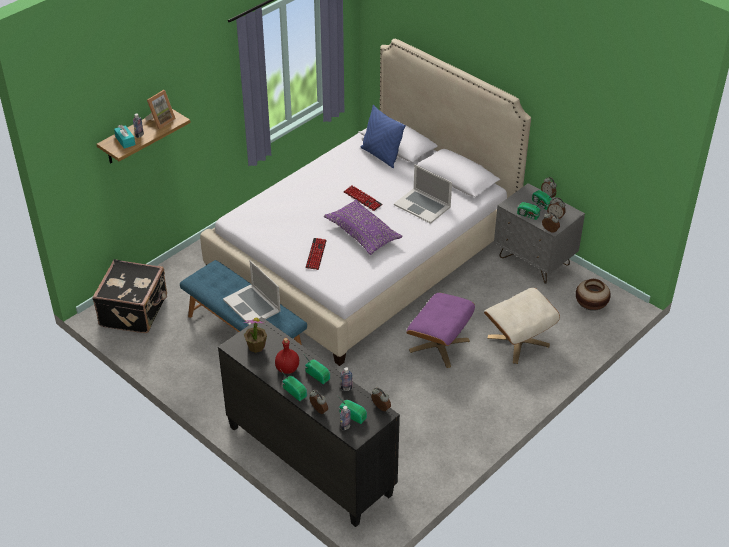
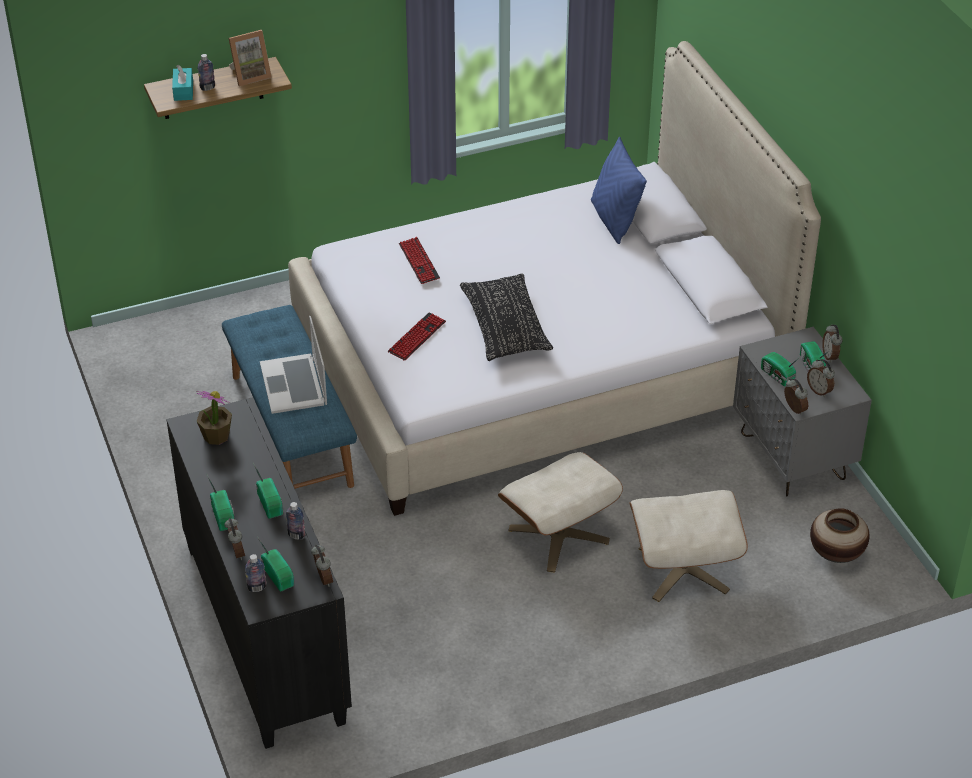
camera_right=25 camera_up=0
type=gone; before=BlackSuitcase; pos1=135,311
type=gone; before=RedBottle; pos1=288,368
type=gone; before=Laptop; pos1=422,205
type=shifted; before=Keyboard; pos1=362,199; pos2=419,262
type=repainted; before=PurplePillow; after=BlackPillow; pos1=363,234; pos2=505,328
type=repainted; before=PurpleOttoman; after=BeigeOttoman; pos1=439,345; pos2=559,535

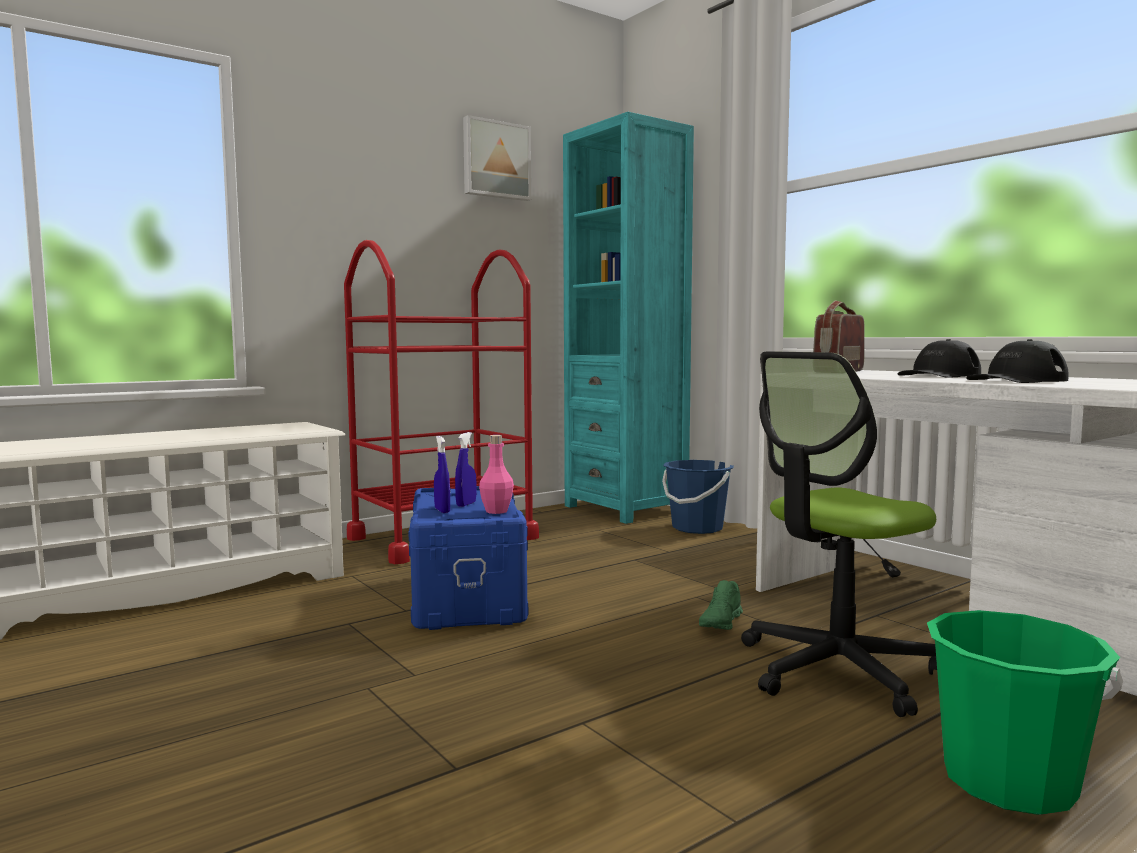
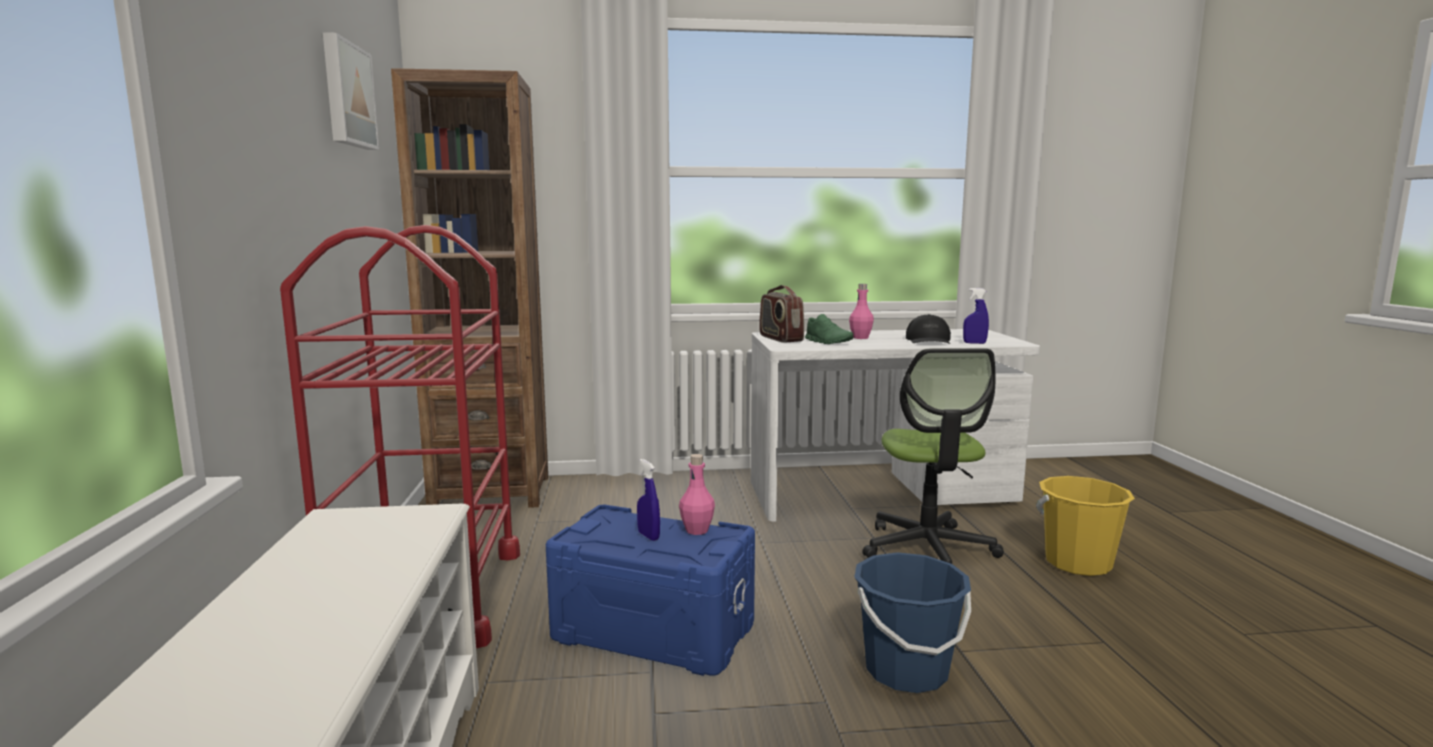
camera_right=-60 camera_up=5
type=shifted; before=BlueSprayBottle; pos1=442,510; pos2=974,343
type=shifted; before=BlueBucket; pos1=697,528; pos2=906,671
type=shifted; before=GreenShoe; pos1=721,623; pos2=828,342
type=swapped; before=BlackCap; after=PinkBottle; pos1=939,375; pos2=860,338
type=repainted; before=TurquoiseBookcase; after=BrownBookcase; pos1=625,509; pos2=491,493
type=repainted; before=GreenBucket; after=YellowBucket; pos1=1009,782; pos2=1077,563

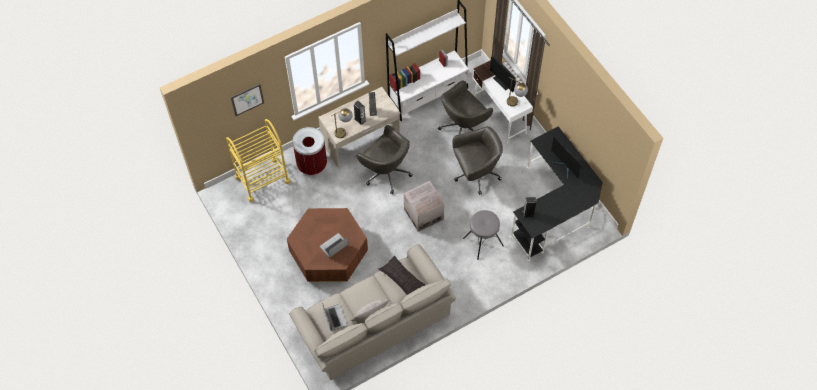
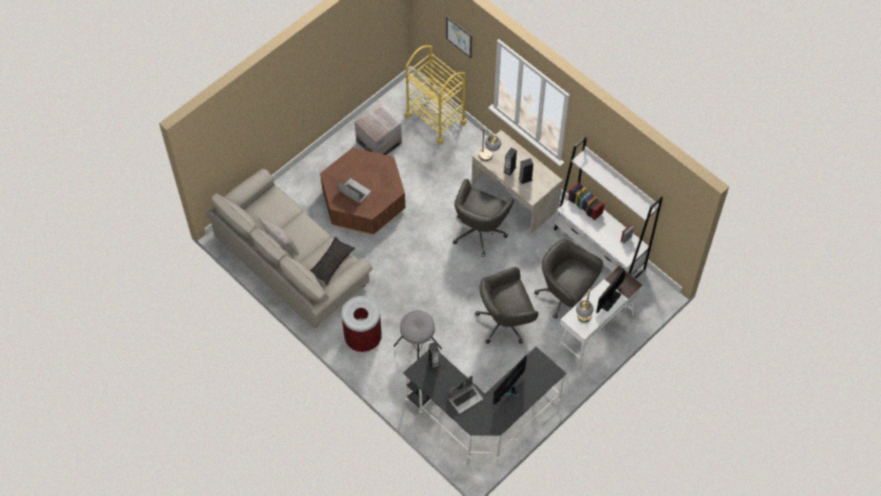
camera_right=75 camera_up=0
type=shifted; before=TrashCan; pos1=312,164; pos2=363,338
type=shifted; before=Laptop; pos1=334,317; pos2=465,398
type=shifted; before=CardboardBox; pos1=423,214; pos2=379,142
type=rotated; before=GreyOfficeChair; pos1=476,174; pos2=505,321; turn=105

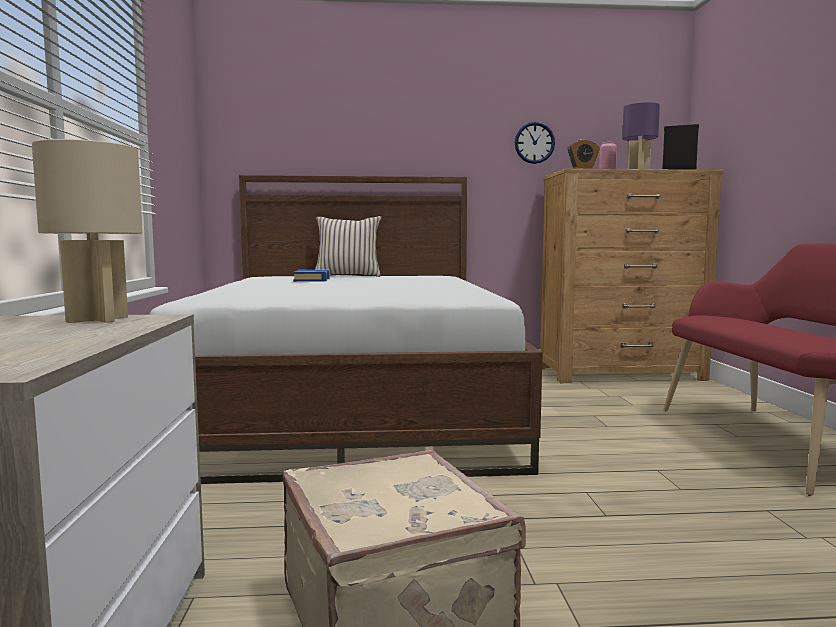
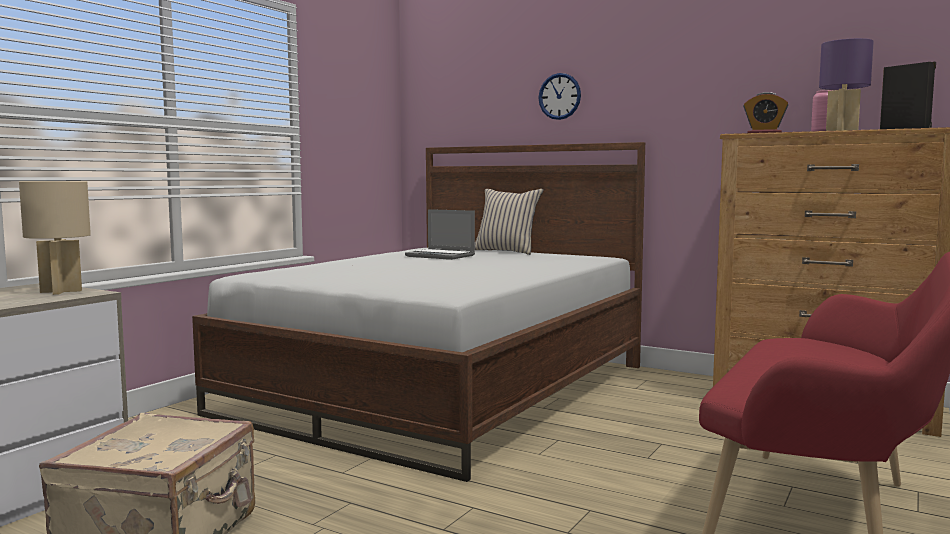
camera_right=35 camera_up=0
type=shifted; before=WallClock; pos1=534,143; pos2=559,96
type=swapped; before=BlueBook; after=Laptop; pos1=312,280; pos2=441,256

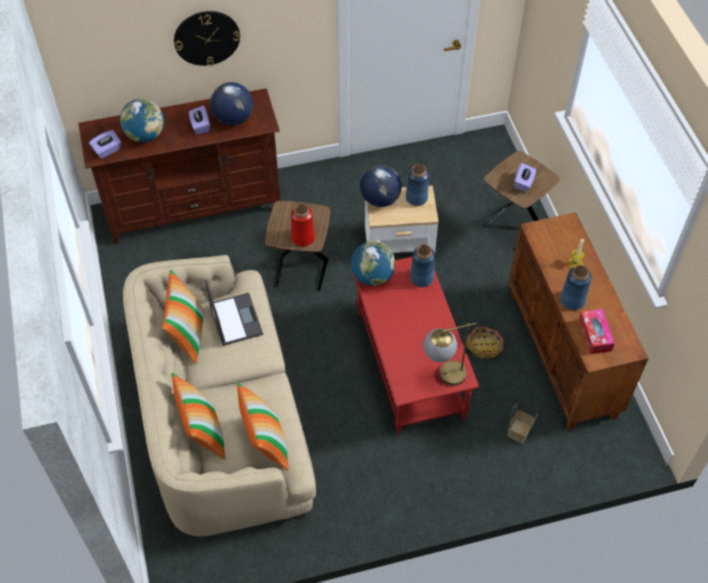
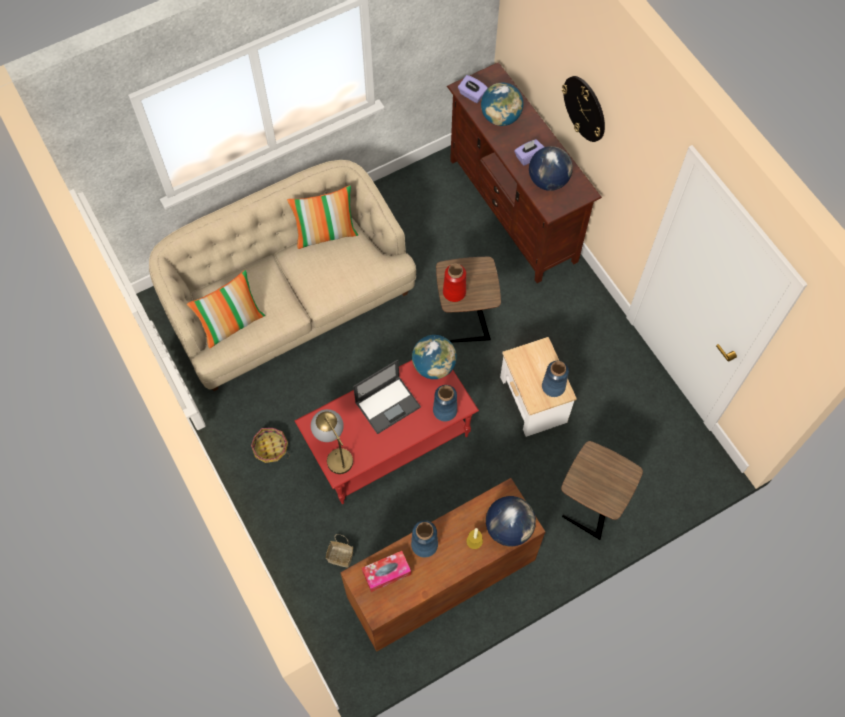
camera_right=75 camera_up=10
type=gone; before=Pillow; pos1=203,432
type=gone; before=PurpleTissueBox; pos1=523,183
type=shifted; before=Laptop; pos1=235,319; pos2=388,404
type=shifted; before=Globe; pos1=380,199; pos2=509,528
type=shifted; before=Basket; pos1=485,346; pos2=270,448

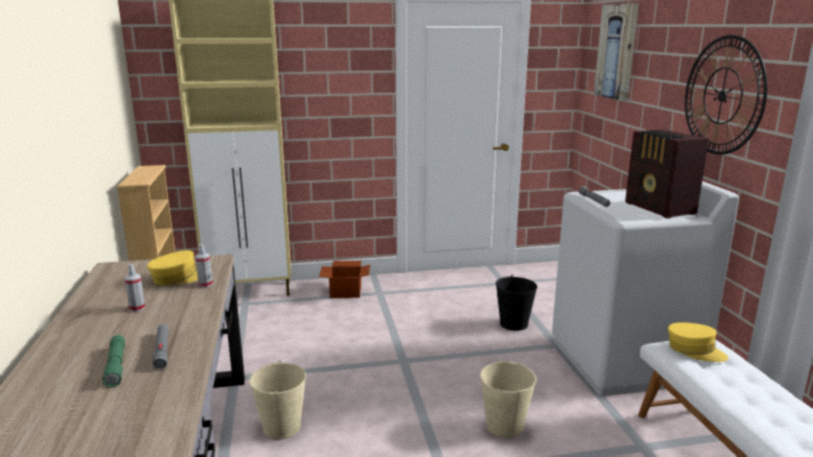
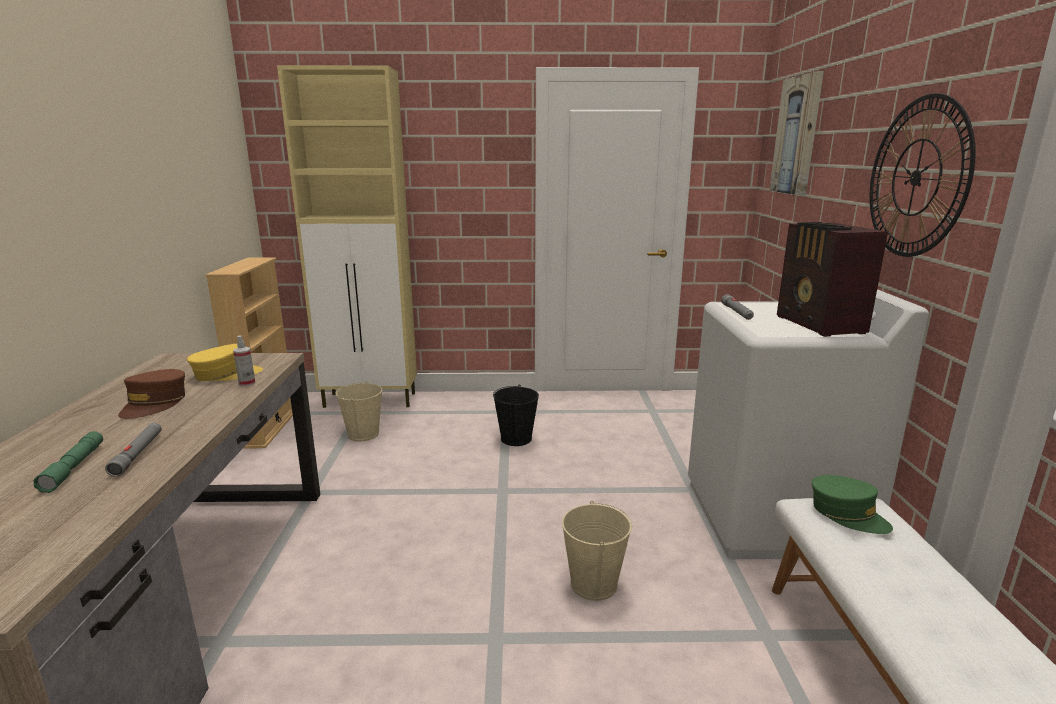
camera_right=10 camera_up=0
type=gone; before=CardboardBox; pos1=346,291
type=shifted; before=BeigeBucket; pos1=282,427; pos2=363,434
type=shifted; before=BlackBucket; pos1=514,324; pos2=516,438
type=swapped; before=SprayBottle; after=BrownCap; pos1=137,308; pos2=155,403
type=repainted; before=YellowCap; after=GreenCap; pos1=695,350; pos2=847,514

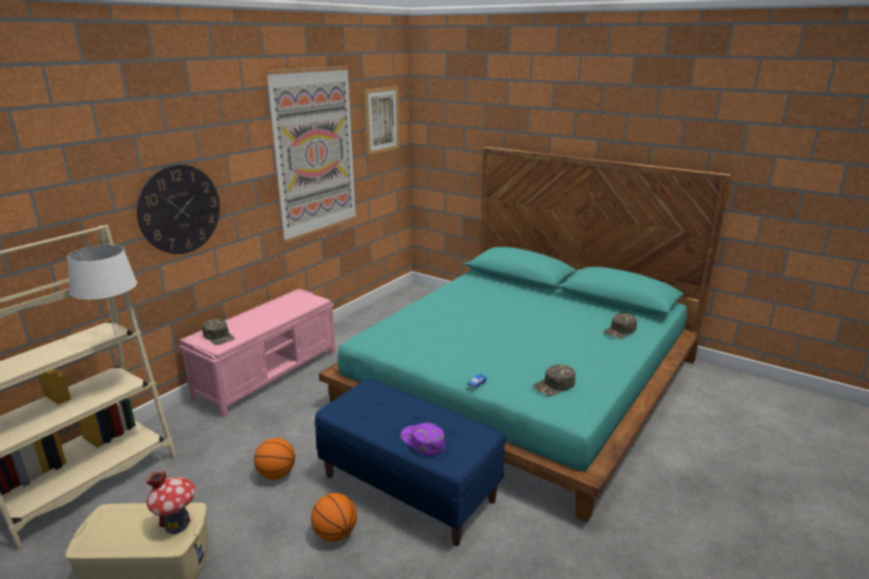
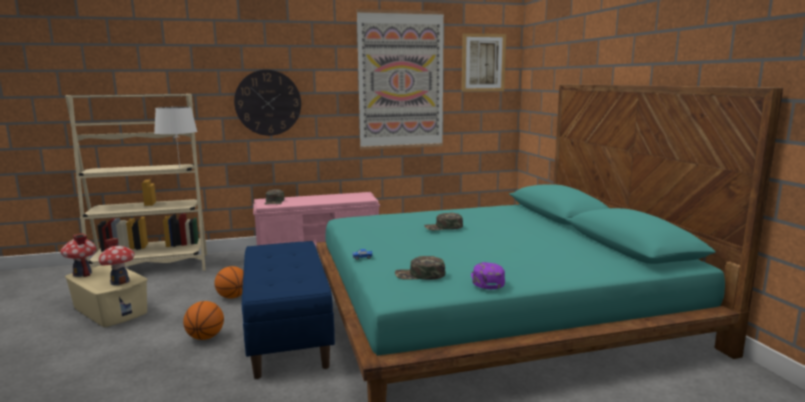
camera_right=40 camera_up=-10
type=new; after=ToyHouse; pos2=82,273
type=shifted; before=PurpleCap; pos1=422,441; pos2=486,280
type=shifted; before=GreenCap; pos1=620,330; pos2=443,227

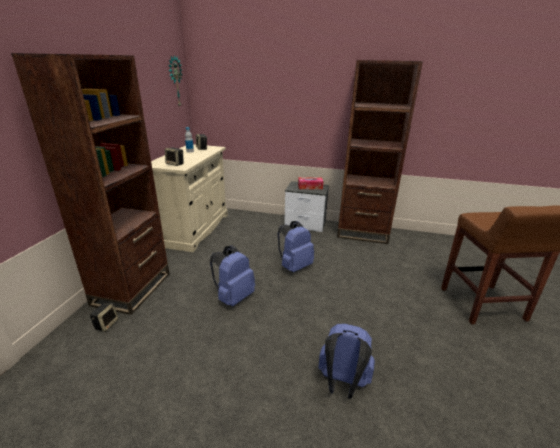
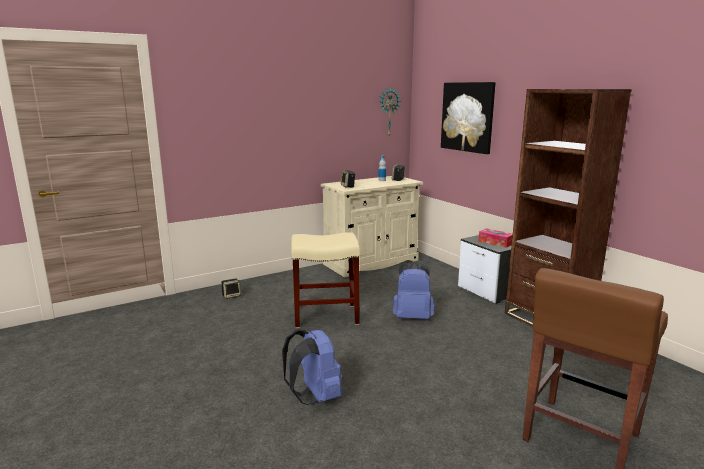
camera_right=45 camera_up=-10
type=gone; before=BrownBookcase; pos1=132,289
type=new; after=Picture; pos2=468,117
type=swapped; before=BlueBackpack; after=BeigeStool; pos1=233,297; pos2=326,315

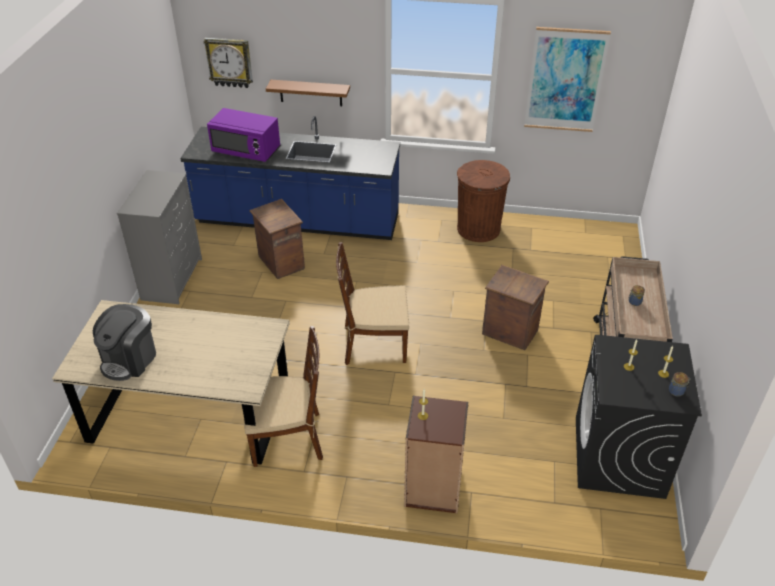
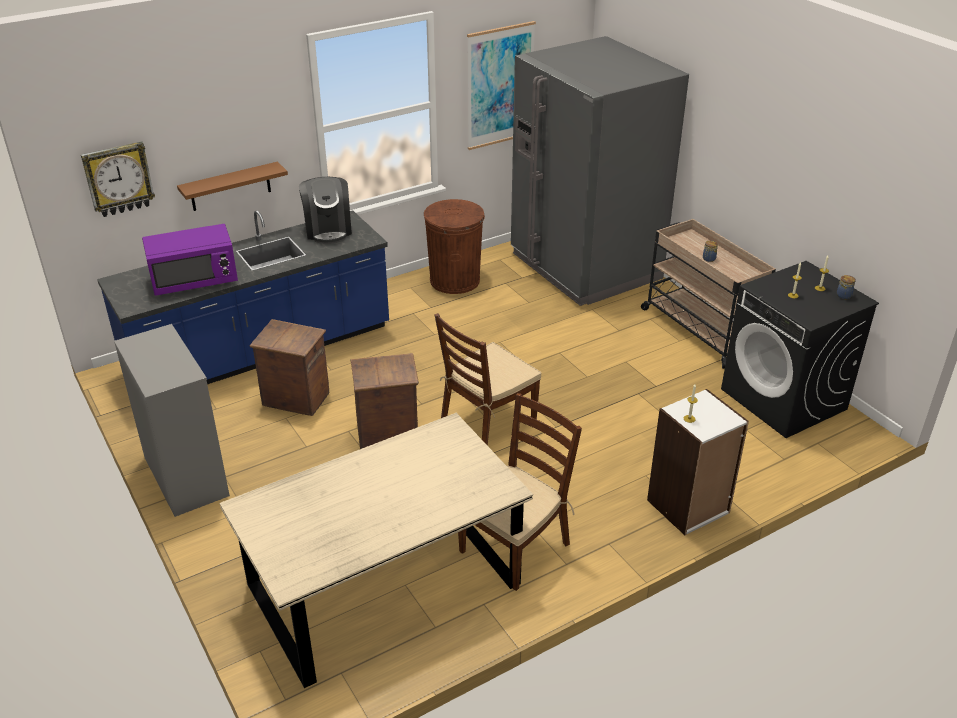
camera_right=-40 camera_up=-5
type=new; after=GreyFridge; pos2=585,266
type=shifted; before=CoffeeMachine; pos1=130,359; pos2=328,230
type=shifted; before=Crate; pos1=510,333; pos2=388,434
type=repainted; before=BrownBookcase; after=WhiteBookcase; pos1=433,489; pos2=688,507

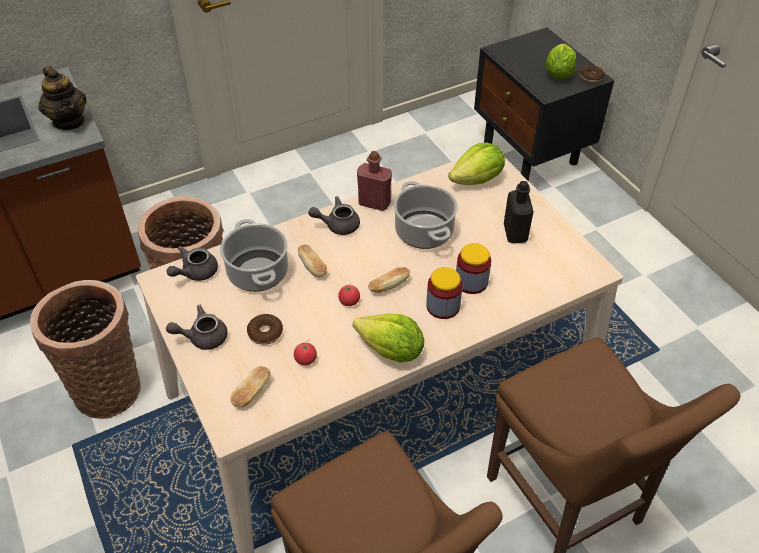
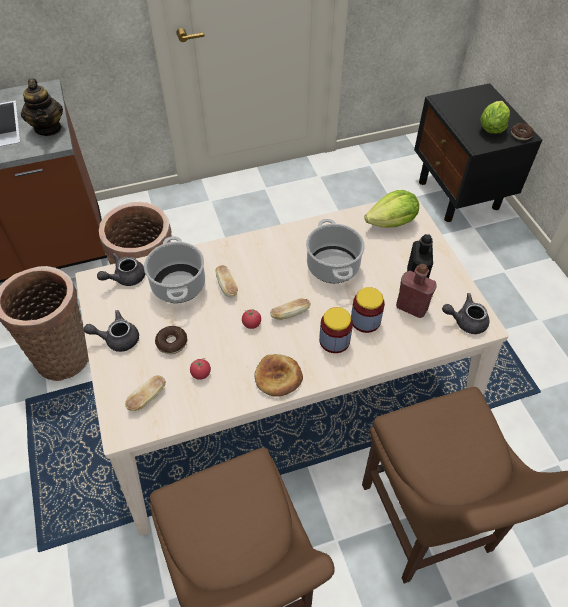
camera_right=10 camera_up=5
type=shifted; before=GreyTeapot; pos1=337,225; pos2=465,321
type=shifted; before=RedBottle; pos1=374,203; pos2=411,307
type=swapped; before=Lettuce; after=Bread; pos1=391,351; pos2=278,377

